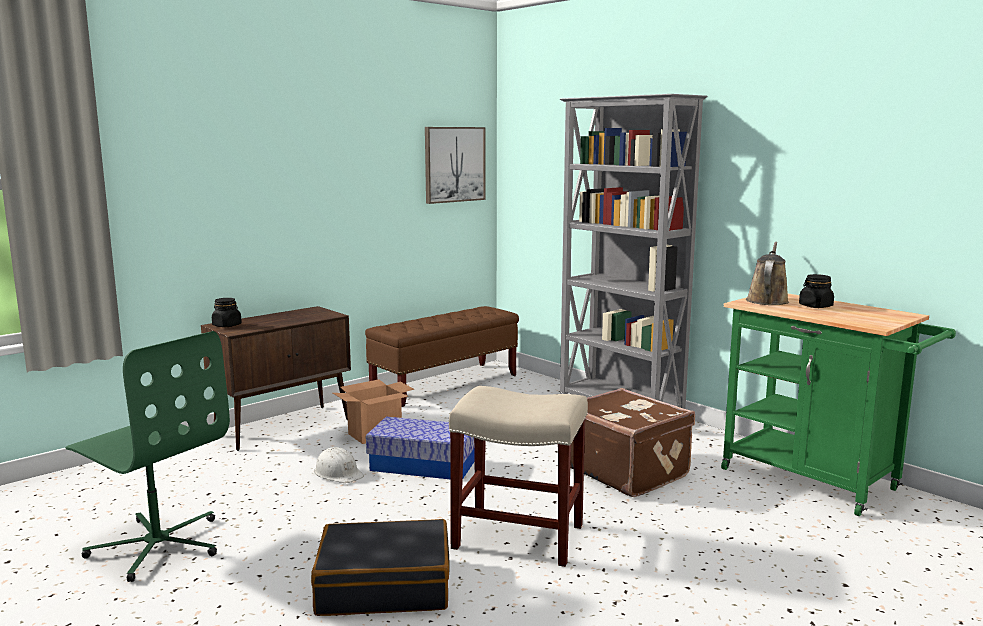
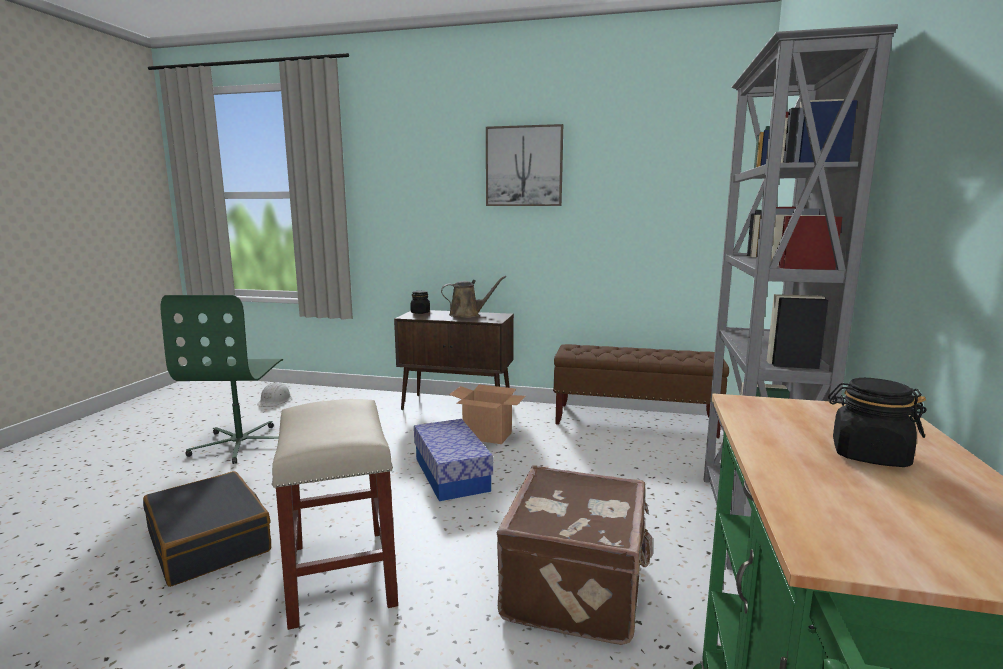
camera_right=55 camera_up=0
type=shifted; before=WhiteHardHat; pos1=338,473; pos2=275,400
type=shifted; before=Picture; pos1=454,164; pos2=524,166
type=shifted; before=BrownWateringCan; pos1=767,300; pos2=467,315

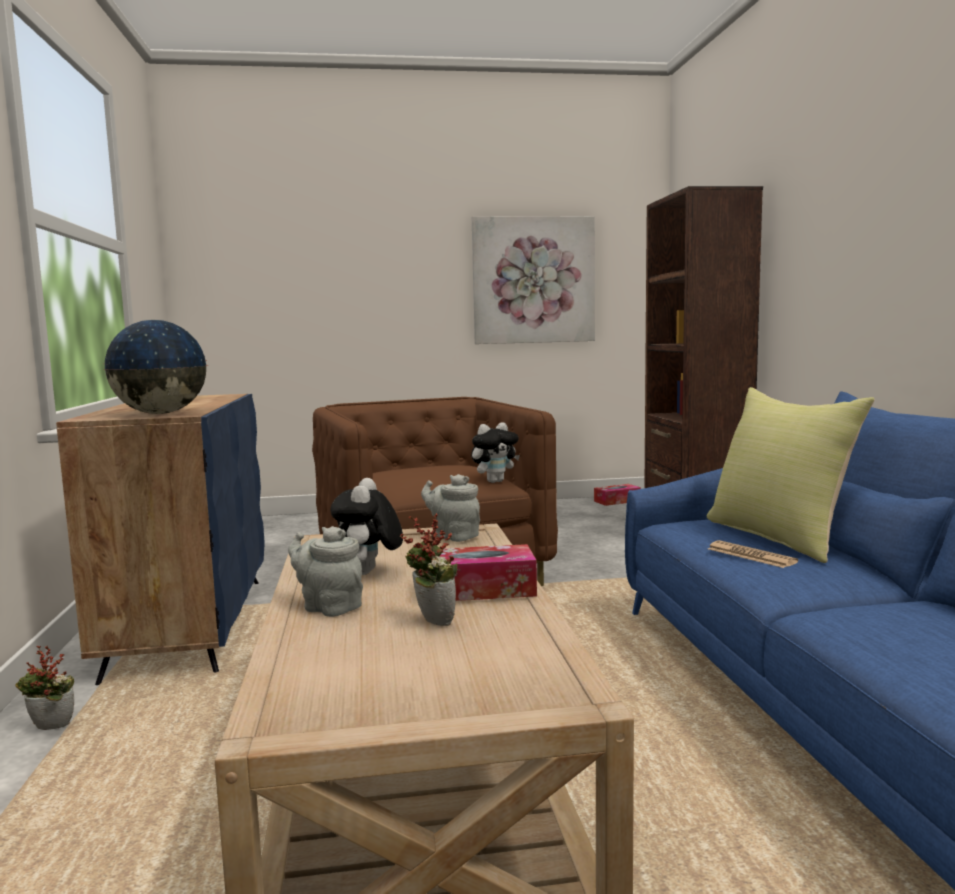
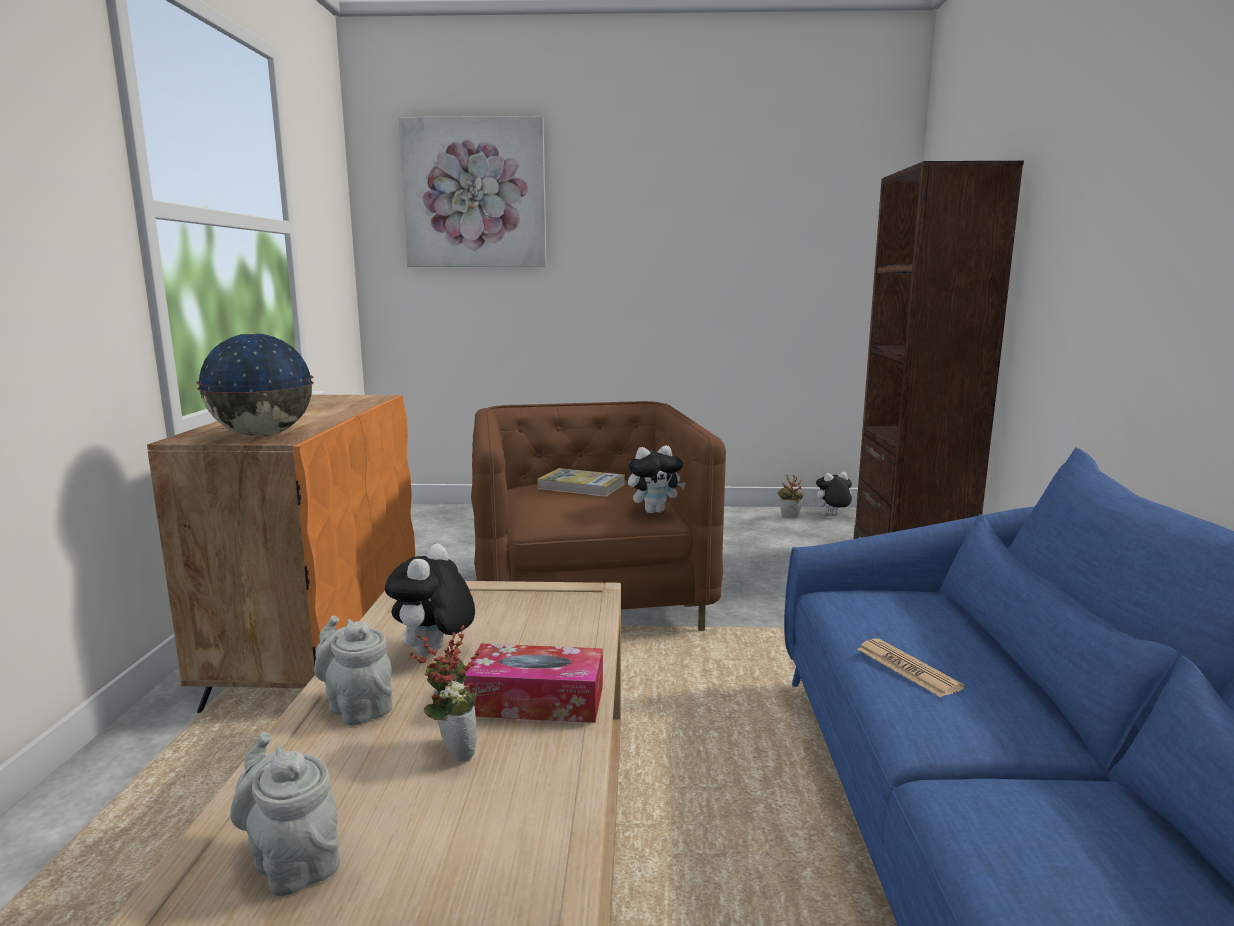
camera_right=10 camera_up=5
type=gone; before=YellowPillow; pos1=779,537
type=new; after=Book; pos2=581,486
type=shifted; before=PottedPlant; pos1=50,728; pos2=789,517
type=shifted; before=GreyTeapot; pos1=453,536; pos2=293,861
type=shifted; before=Picture; pos1=533,280; pos2=474,194
type=swapped; before=TissueBox; after=PlushToy; pos1=617,501; pos2=832,515
type=repainted; before=BlueCabinet; after=OrangeCabinet; pos1=190,624; pos2=319,642

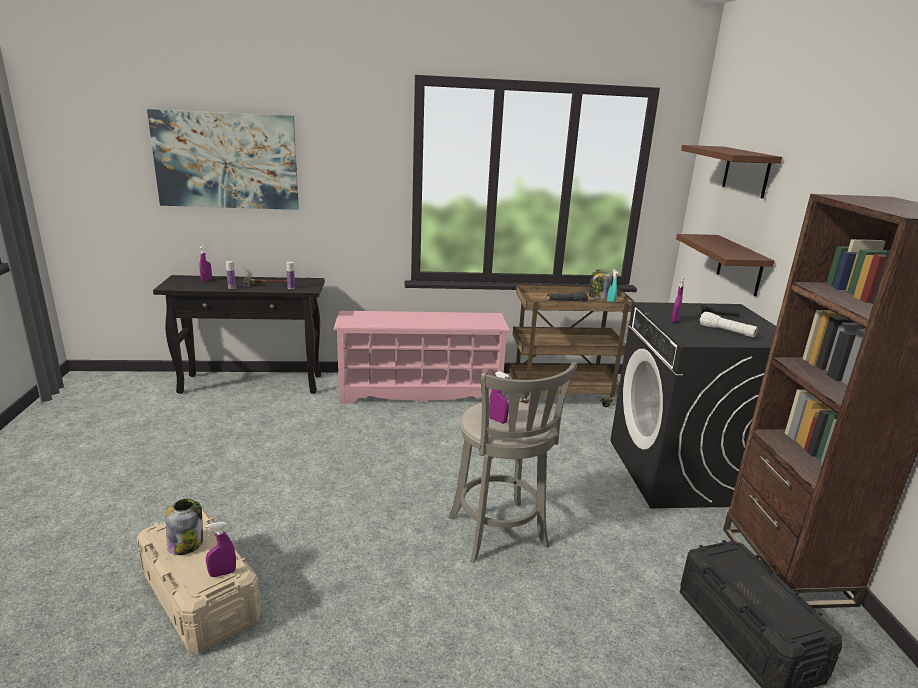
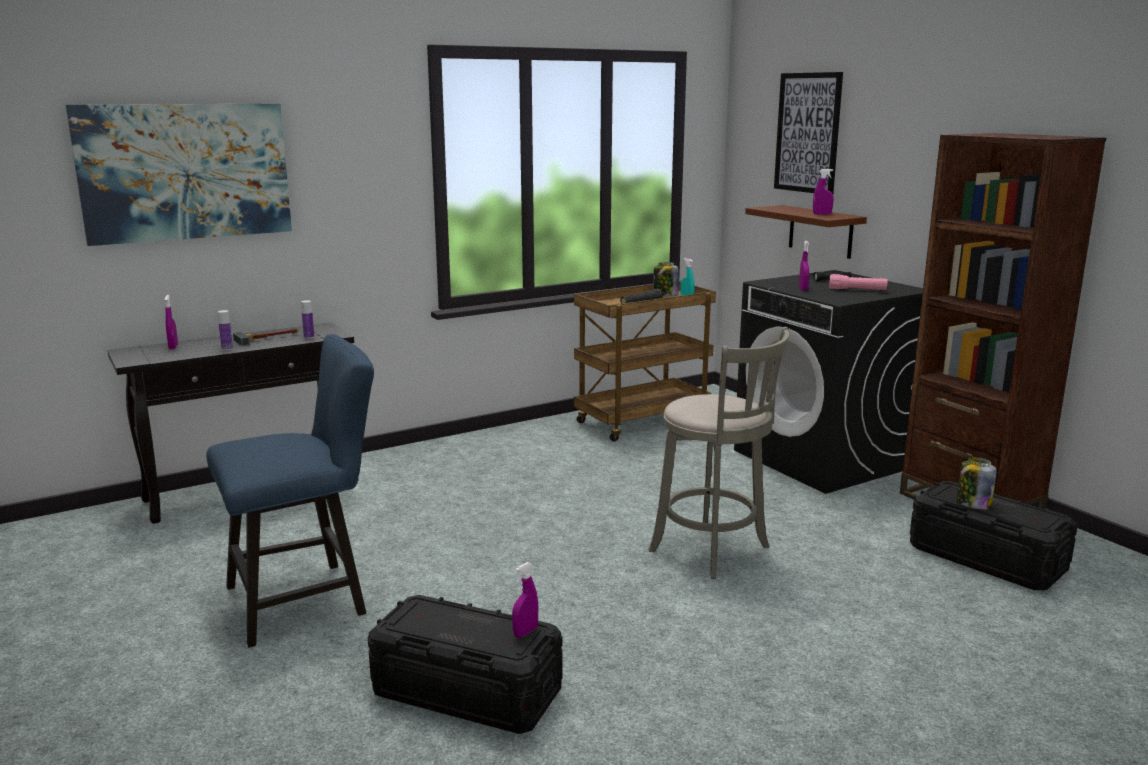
camera_right=-25 camera_up=-5
type=gone; before=PinkShoeRack; pos1=421,392
type=new; after=BlueChair; pos2=307,599
type=shifted; before=Jar; pos1=186,544; pos2=973,504
type=shifted; before=PurpleSprayBottle; pos1=497,420; pos2=822,214
type=swapped; before=BrownShelf; after=Picture; pos1=746,172; pos2=807,133
type=repainted; before=BeigeStorageBox; after=BlackStorageBox; pos1=201,597; pos2=467,692
type=repainted; before=WhiteFlashlight; after=PinkFlashlight; pos1=726,331; pos2=857,290

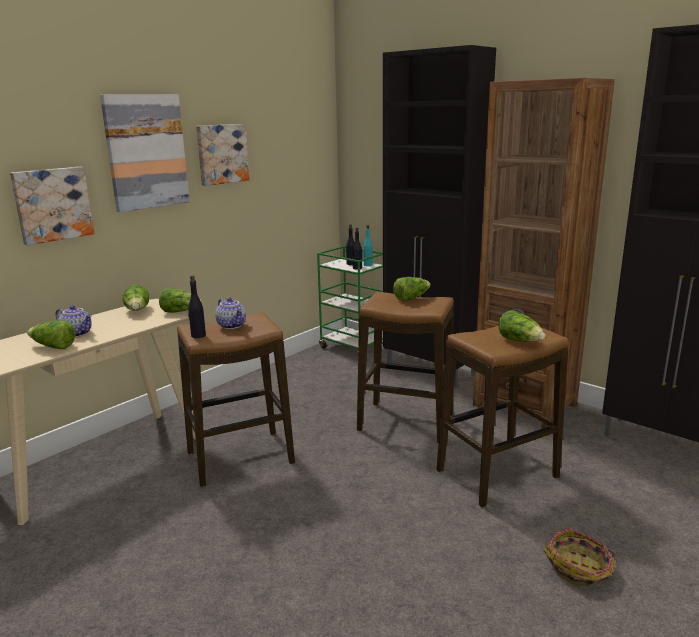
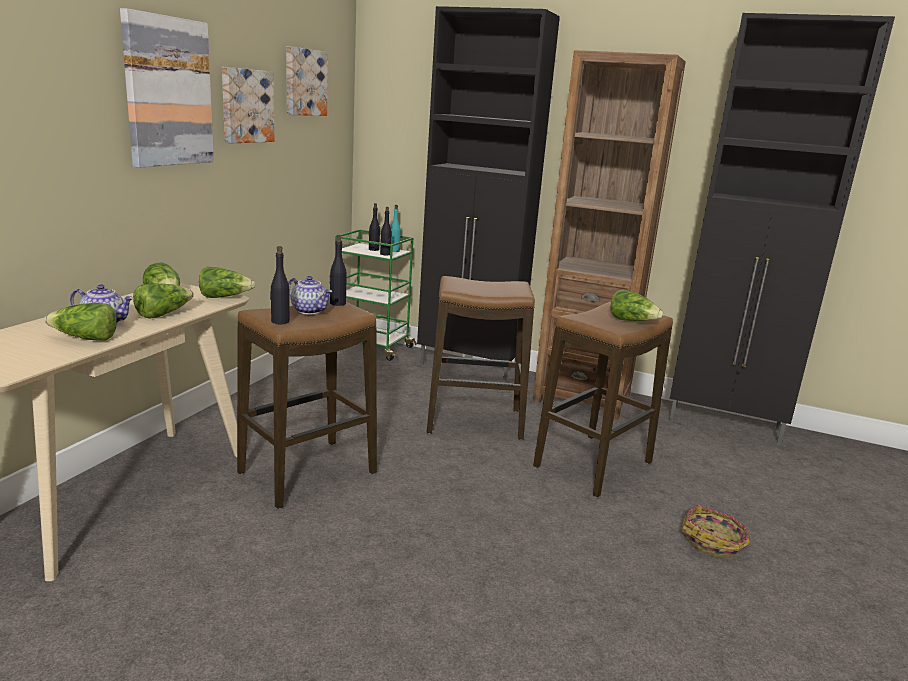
camera_right=-20 camera_up=0
type=new; after=BlackBottle; pos2=337,303
type=shifted; before=Picture; pos1=52,204; pos2=304,82
type=shifted; before=Lettuce; pos1=411,298; pos2=163,314

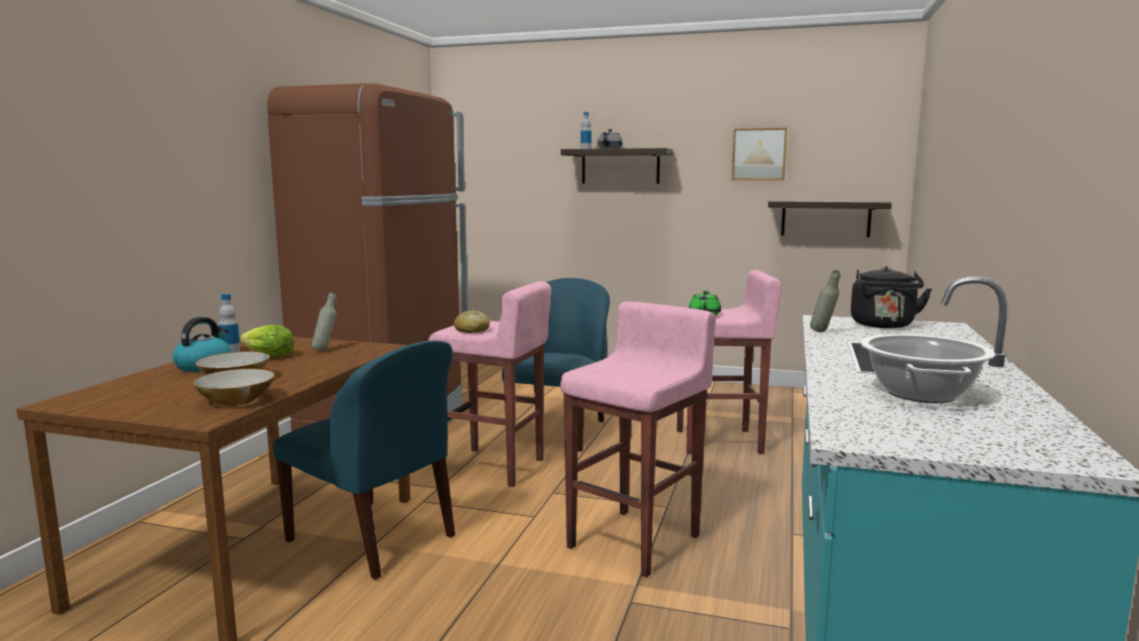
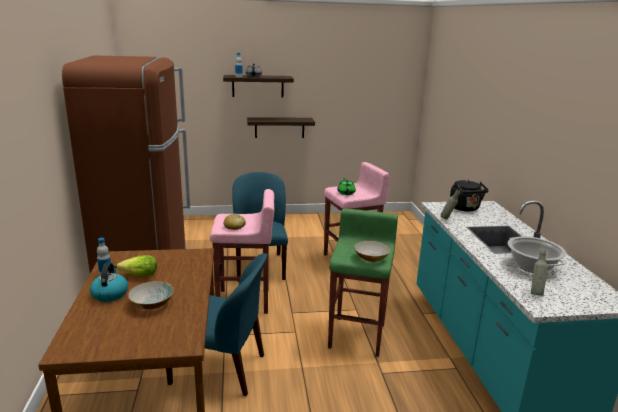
camera_right=-25 camera_up=10
type=gone; before=Picture; pos1=759,154
type=shifted; before=Bowl; pos1=235,400; pos2=371,258
type=shifted; before=GreyBottle; pos1=326,350; pos2=535,293
type=shifted; before=Shelf; pos1=825,218; pos2=279,127
type=repainted; before=PinkStool; after=GreenStool; pos1=636,541; pos2=358,335

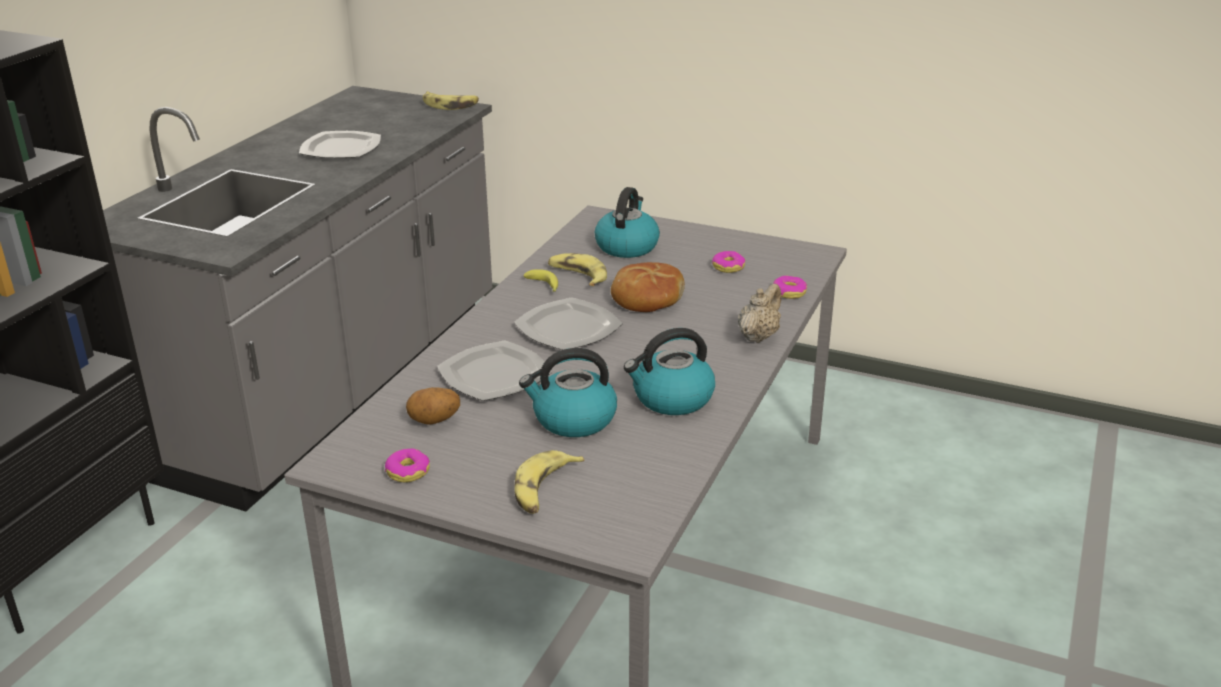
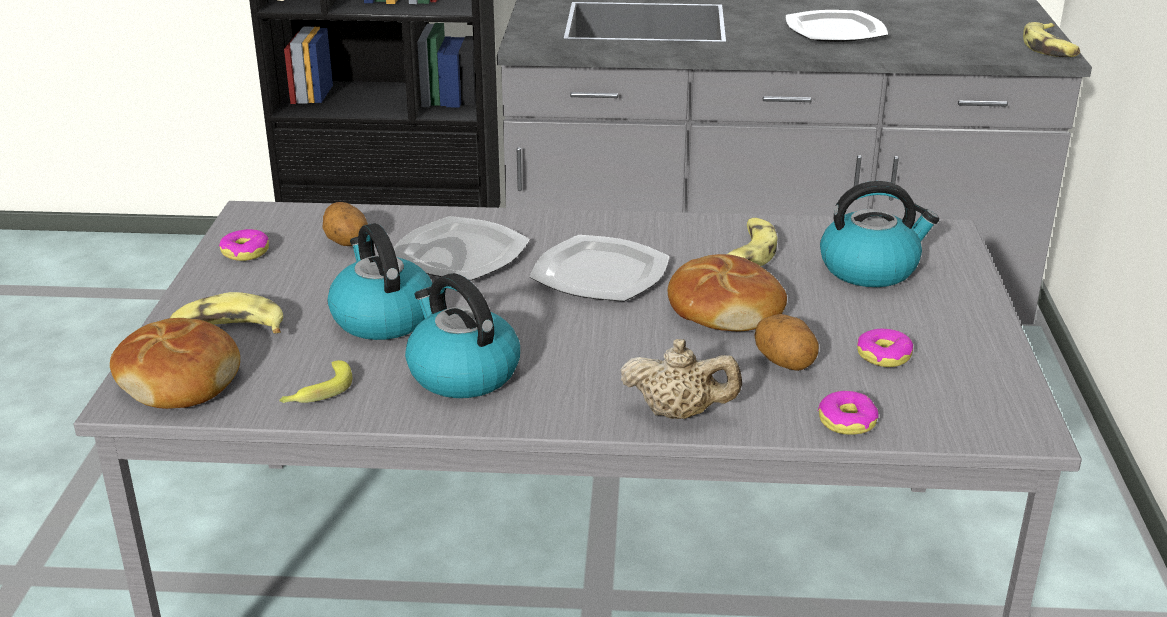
camera_right=70 camera_up=0
type=new; after=Bread; pos2=180,380
type=new; after=Potato; pos2=785,363
type=shifted; before=Banana; pos1=544,286; pos2=316,392

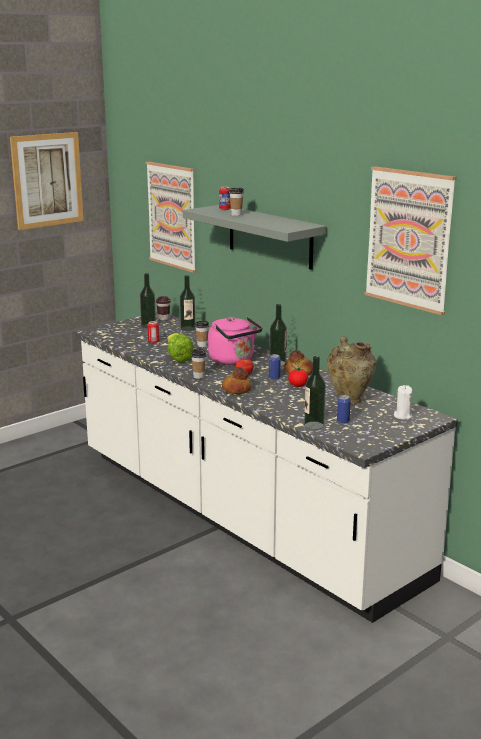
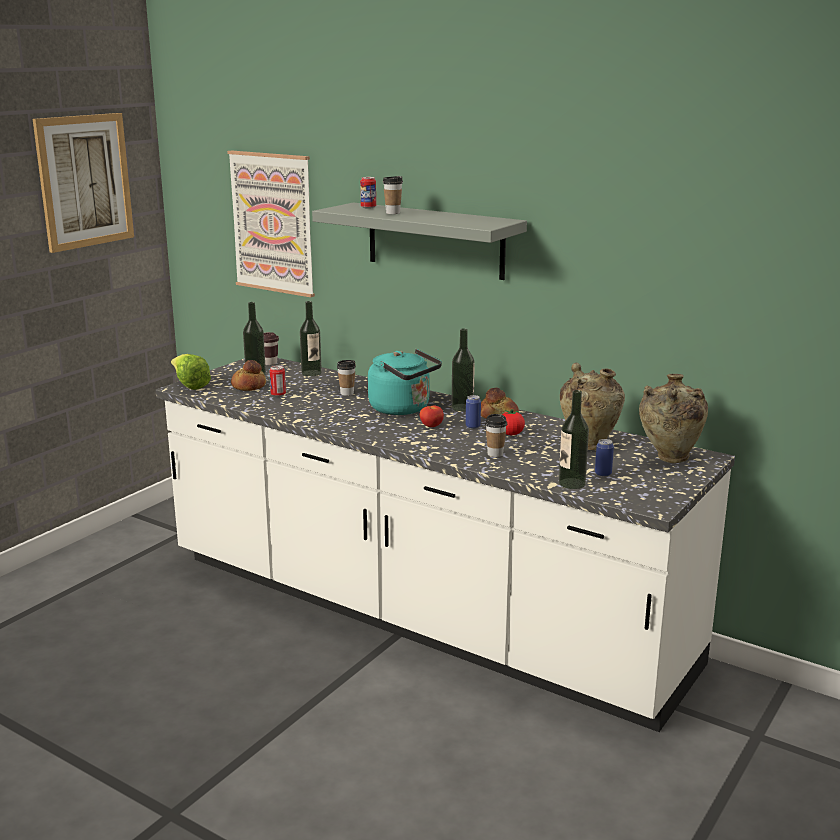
camera_right=-15 camera_up=0
type=gone; before=Picture; pos1=409,239
type=shifted; before=Lettuce; pos1=178,358; pos2=189,385
type=shifted; before=Cup; pos1=198,376; pos2=495,454
type=shifted; before=Bread; pos1=236,389; pos2=248,386
type=swapped; before=WhiteCandle; after=BeigeVase; pos1=402,416; pos2=669,459
type=repainted; before=PinkKettle; after=TurquoiseKettle; pos1=233,360; pos2=403,409

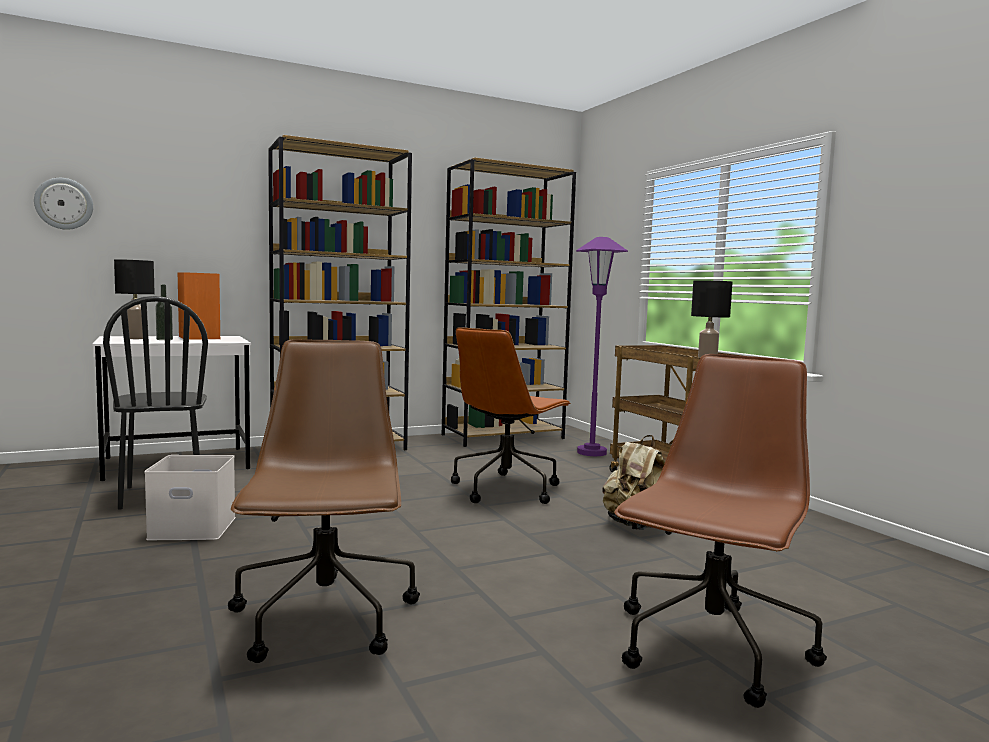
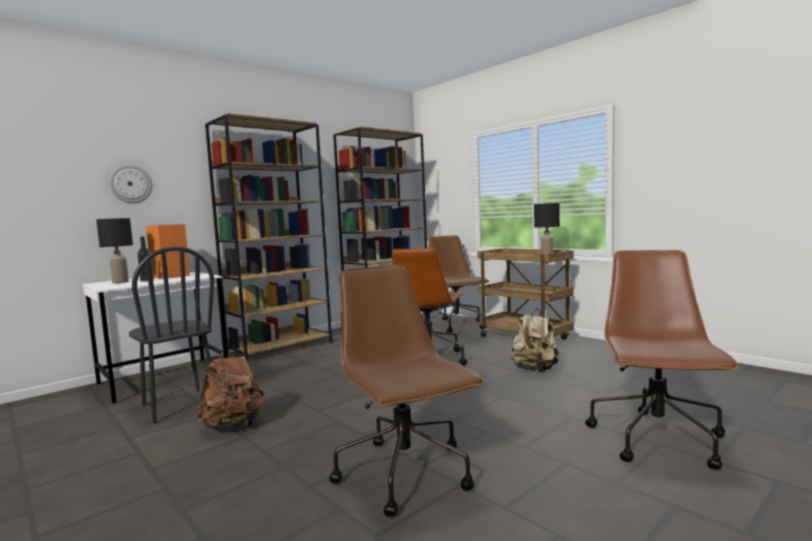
camera_right=-15 camera_up=0
type=shifted; before=WallClock; pos1=64,203; pos2=130,184
type=swapped; before=WhiteStorageBox; after=BrownBackpack; pos1=195,527; pos2=233,426
type=swapped; before=PurpleFloorLamp; after=BrownOfficeChair; pos1=592,452; pos2=457,326

